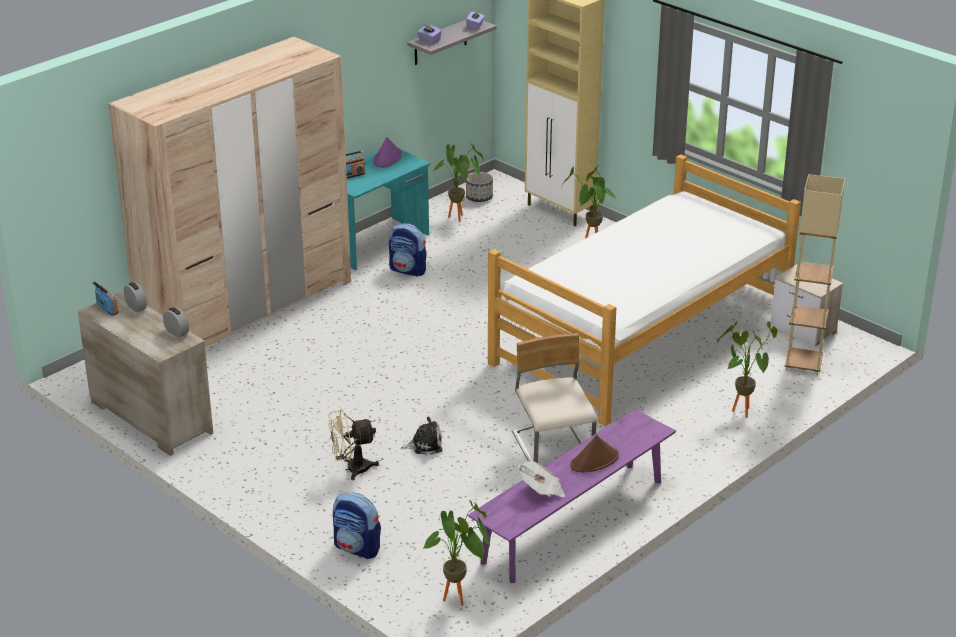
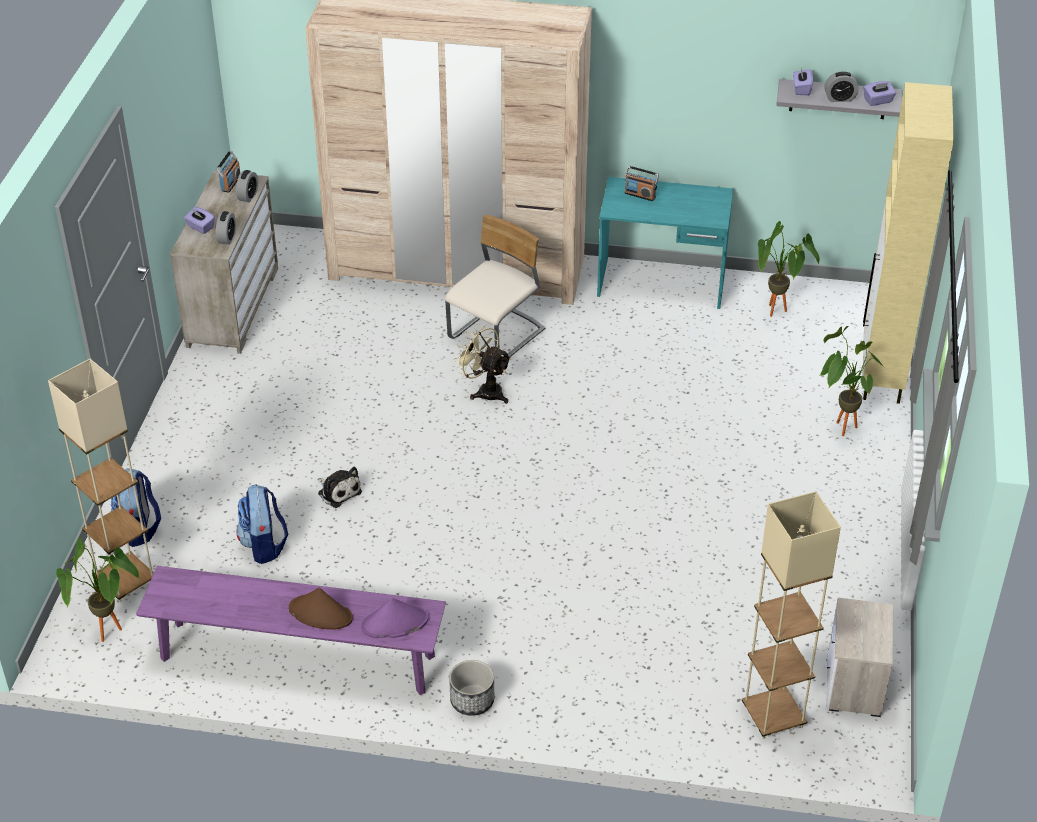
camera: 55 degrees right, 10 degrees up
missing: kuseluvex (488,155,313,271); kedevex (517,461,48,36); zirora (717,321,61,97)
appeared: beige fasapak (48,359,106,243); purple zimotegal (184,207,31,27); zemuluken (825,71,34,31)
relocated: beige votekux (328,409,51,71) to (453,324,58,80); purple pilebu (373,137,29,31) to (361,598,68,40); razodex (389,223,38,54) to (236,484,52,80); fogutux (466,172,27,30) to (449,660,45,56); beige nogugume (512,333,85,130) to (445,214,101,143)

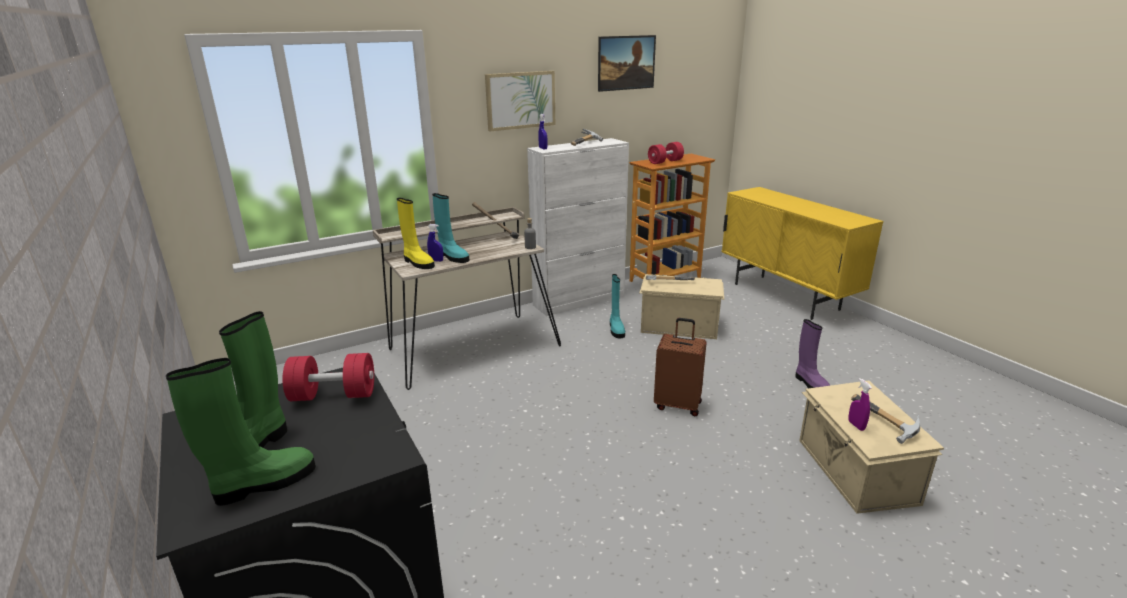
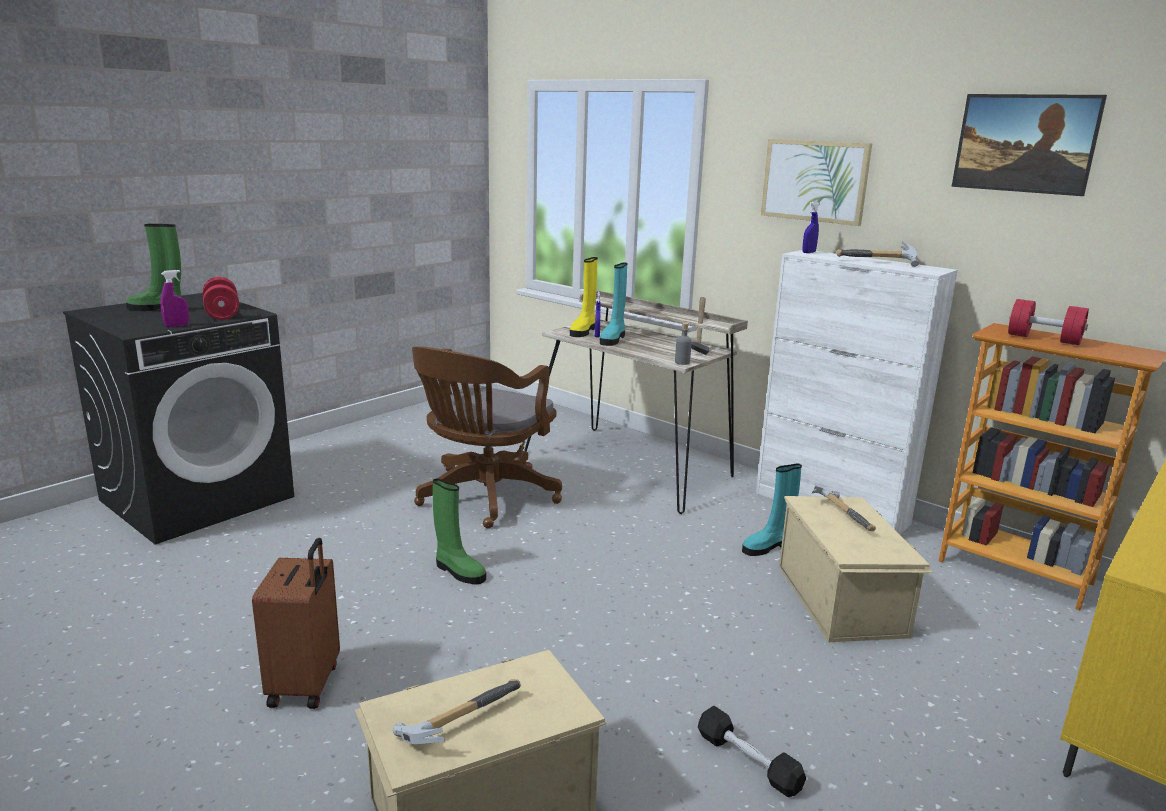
camera: 70 degrees right, 5 degrees down
appeared: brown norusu (412,346,150,182)
relocated: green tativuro (166,358,150,148) to (433,479,53,105); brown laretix (654,318,53,98) to (252,538,88,171); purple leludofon (848,378,24,53) to (161,270,28,57)
exchanged: purple tativuro (795,319,35,69) to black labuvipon (698,706,108,91)

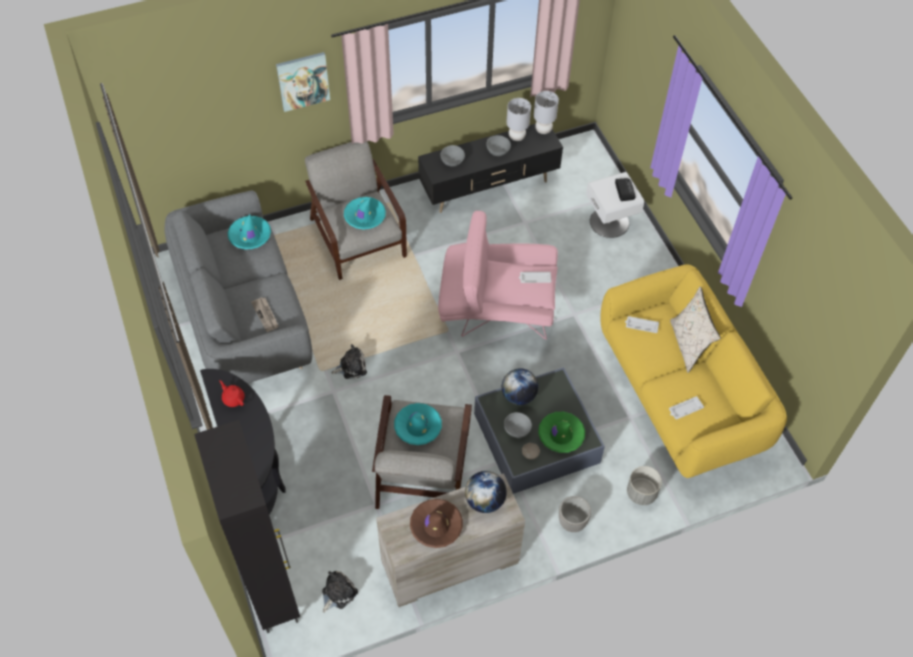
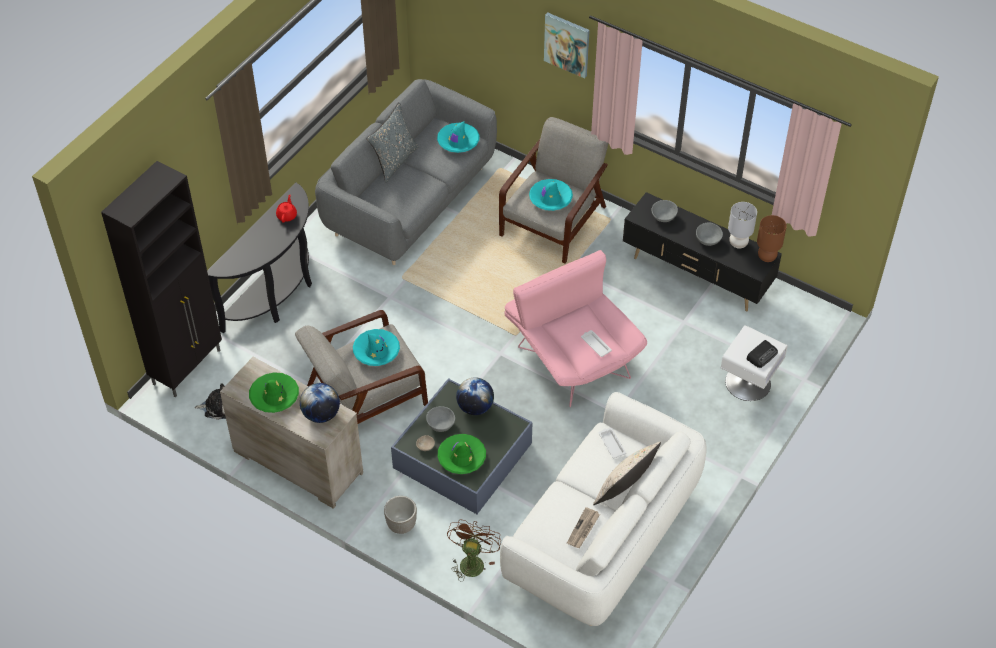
camera: 55 degrees right, 5 degrees down
missing: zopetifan (331,344,36,35); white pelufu (669,396,35,23)
appeared: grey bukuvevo (367,102,52,81)
relocated: kedevex (251,297,28,35) to (567,507,33,41)
exchanged: grey fogutux (627,466,35,39) to brown votekux (447,519,54,63)
colour: brown pilebu (410,499,53,49) to green pilebu (249,372,50,41); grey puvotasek (534,91,25,43) to brown puvotasek (757,215,30,47); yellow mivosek (600,264,187,214) to white mivosek (500,392,207,234)

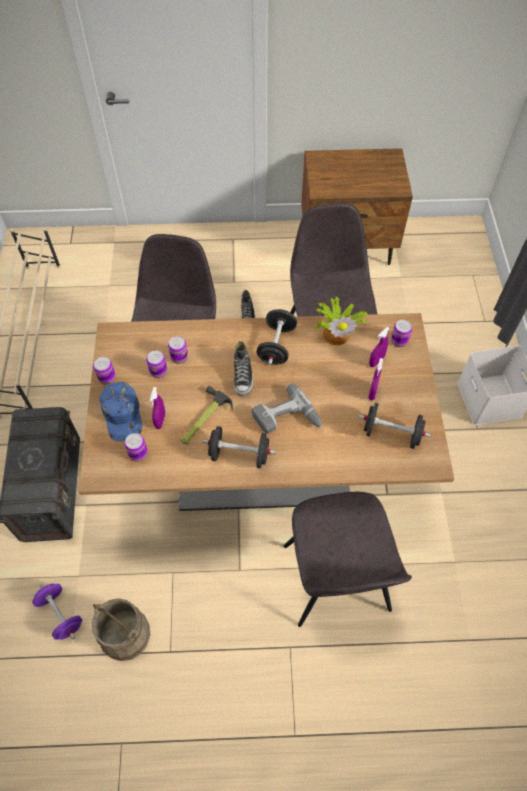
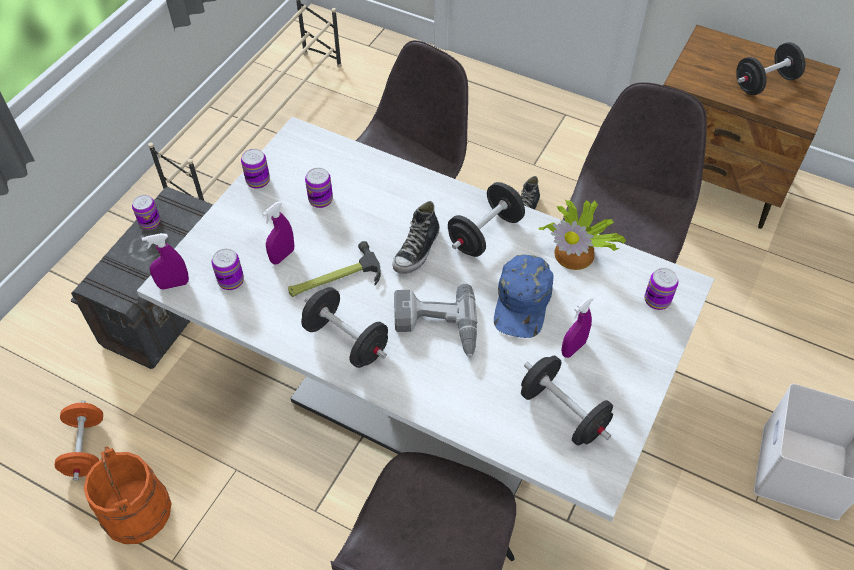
camera: 30 degrees right, 5 degrees down
appeared: black labuvipon (736,42,69,53)
relocated: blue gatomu (99,382,43,59) to (494,254,60,84); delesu (168,336,20,28) to (132,195,28,35); purple leludofon (369,327,21,40) to (142,233,47,56)
colour: purple labuvipon (32,584,50,56) to orange labuvipon (55,401,48,80); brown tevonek (78,313,376,198) to white tevonek (137,117,577,405); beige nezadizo (92,598,58,63) to orange nezadizo (84,446,87,98)

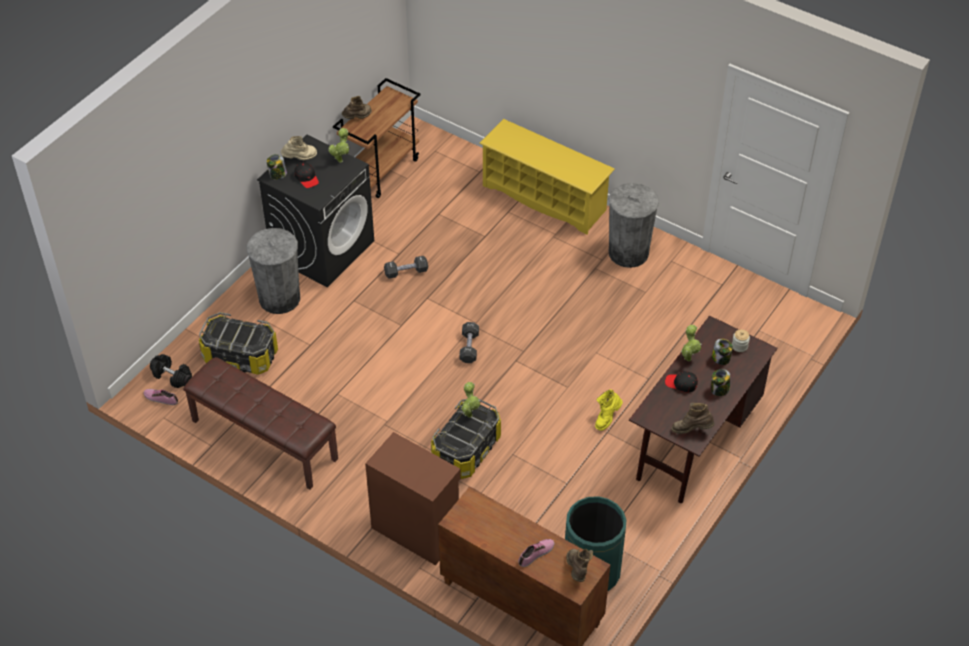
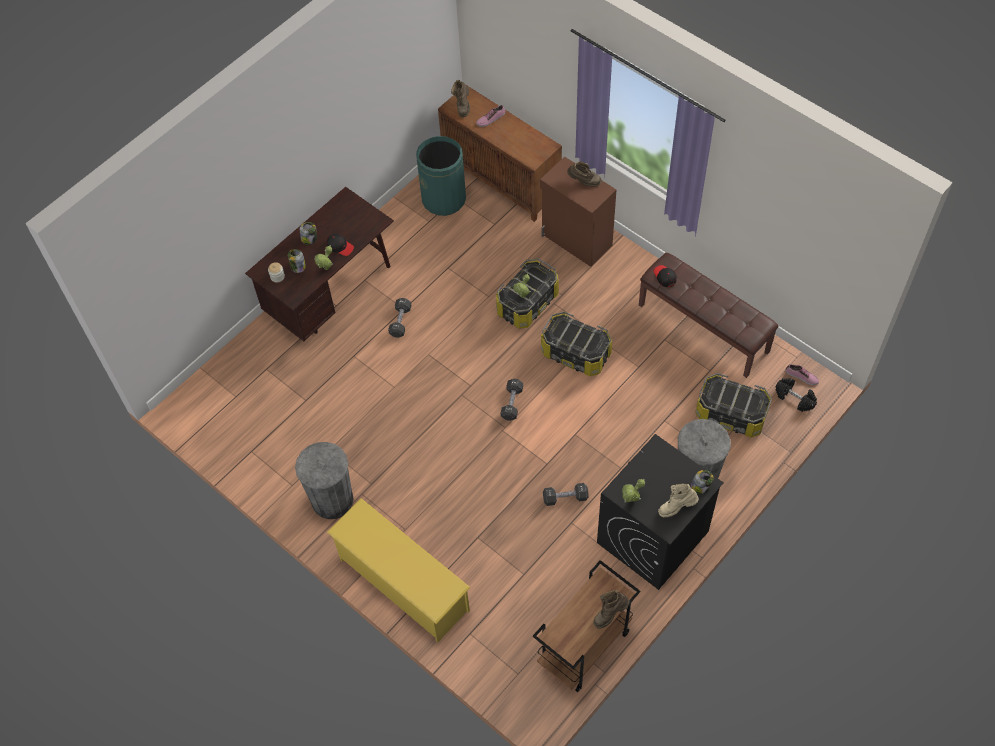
camera: 170 degrees left, 10 degrees up
appeared: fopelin (541,312,71,64)
relocated: black gatomu (294,162,25,26) to (653,265,24,22); brown tativuro (671,403,44,31) to (567,161,35,26)
exchanged: yellow tativuro (595,389,28,42) to black labuvipon (388,298,23,40)

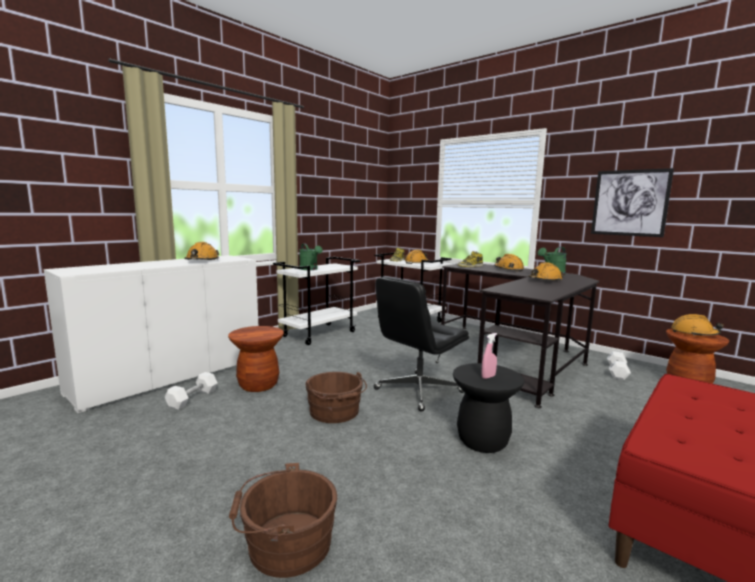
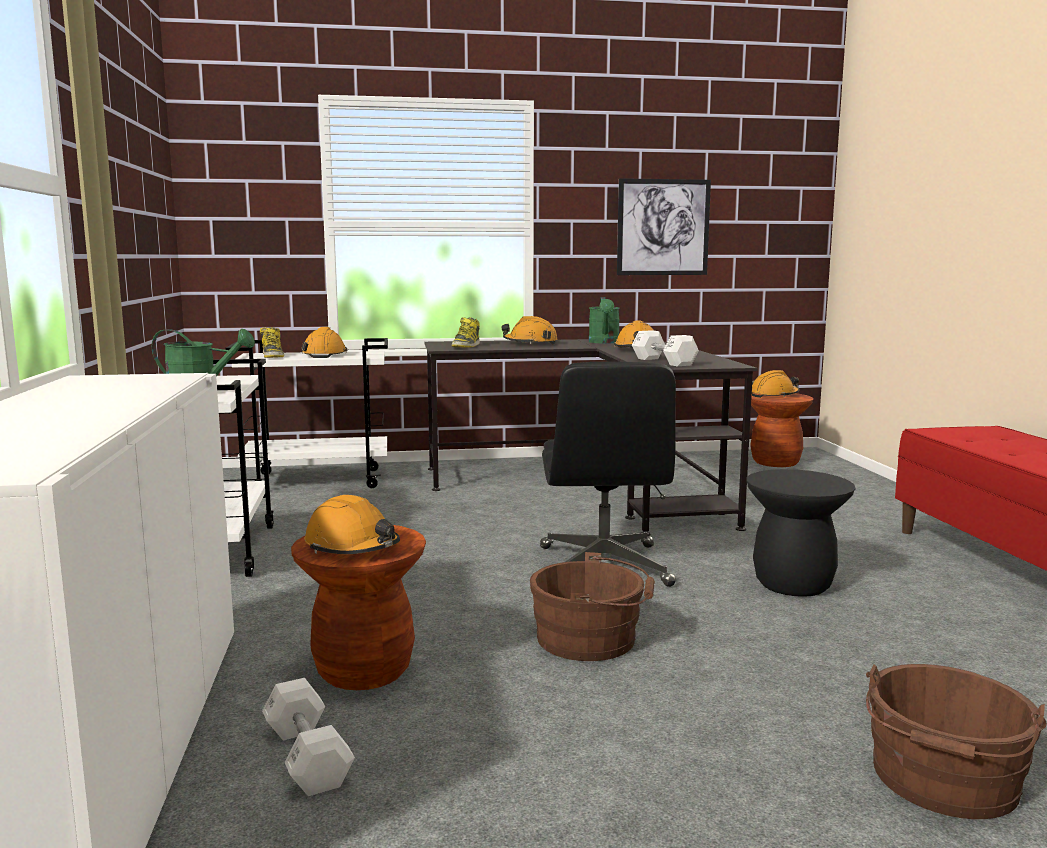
camera: 50 degrees left, 0 degrees up
missing: pink leludofon (481,333,16,46)
relocated: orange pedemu (185,242,34,18) to (304,495,96,59); white labuvipon (607,351,24,29) to (632,330,67,36)

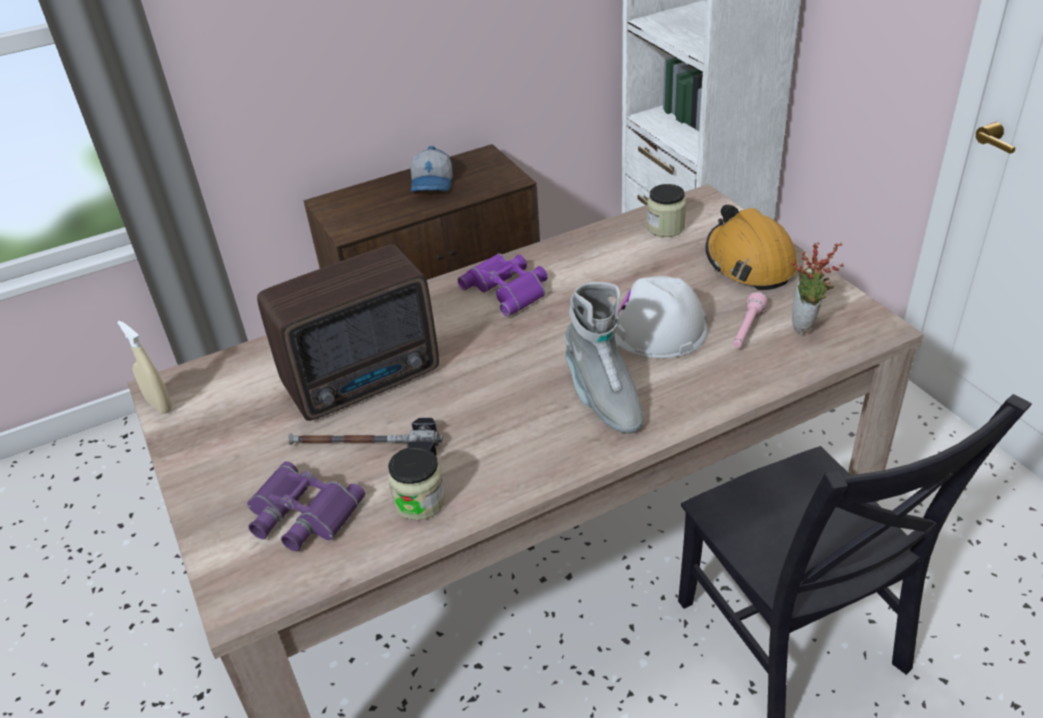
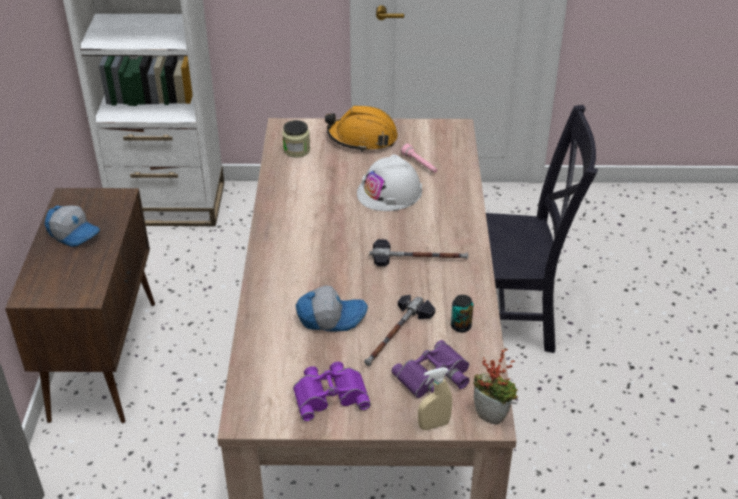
camera: 65 degrees left, 0 degrees up
missing: grey tativuro (565,282,78,152)
appeared: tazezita (369,239,99,27)
relocated: beige leludofon (117,320,55,94) to (418,367,34,63); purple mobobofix (457,253,91,64) to (293,362,78,59); zirora (791,242,53,93) to (473,348,45,77)
exchanged: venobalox (257,244,182,177) to gatomu (296,286,72,46); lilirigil (388,447,58,73) to delesu (451,295,22,38)

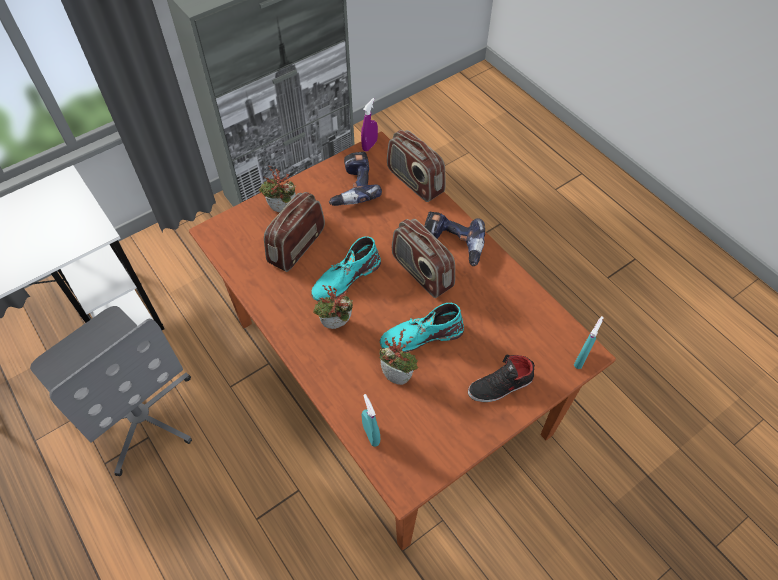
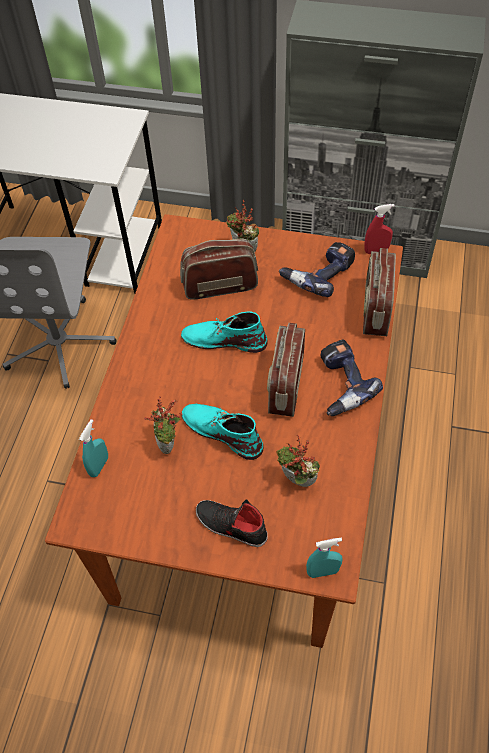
camera: 50 degrees right, 0 degrees up
relocated: zirora (313,285,40,44) to (276,435,44,52)
colour: purple leludofon (361,98,17,53) to red leludofon (364,204,31,50)

